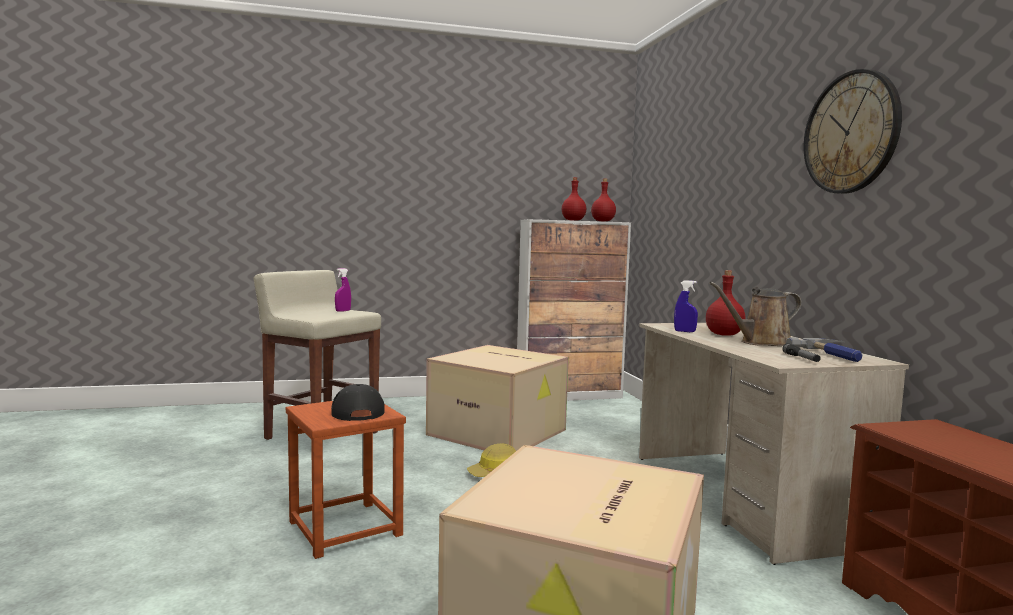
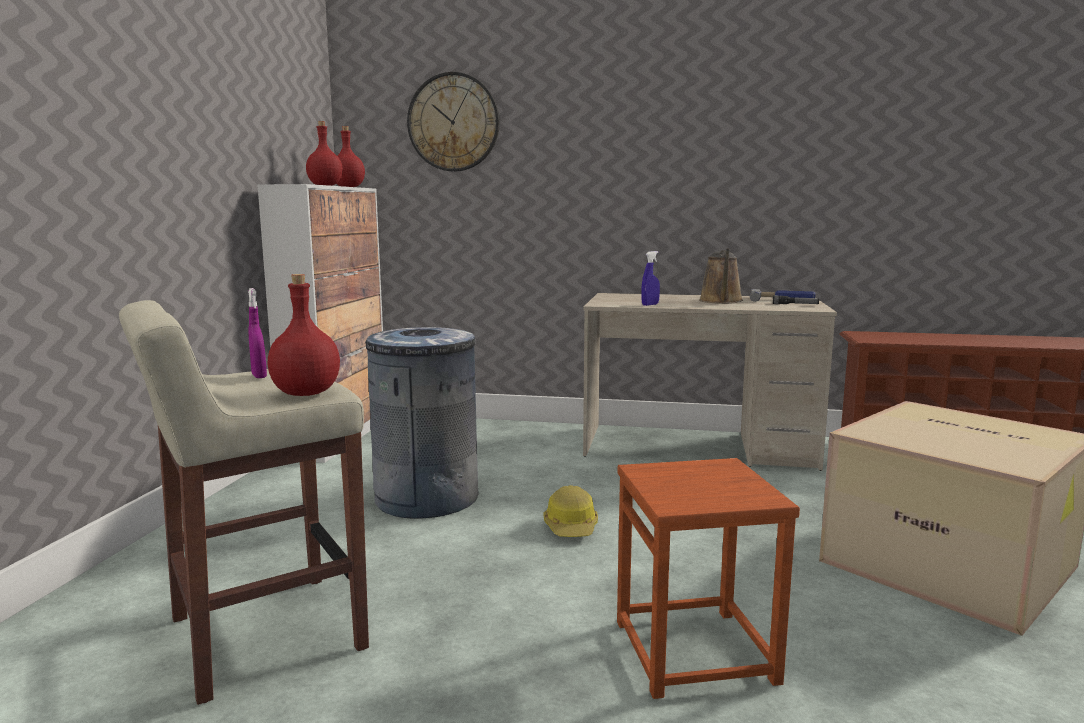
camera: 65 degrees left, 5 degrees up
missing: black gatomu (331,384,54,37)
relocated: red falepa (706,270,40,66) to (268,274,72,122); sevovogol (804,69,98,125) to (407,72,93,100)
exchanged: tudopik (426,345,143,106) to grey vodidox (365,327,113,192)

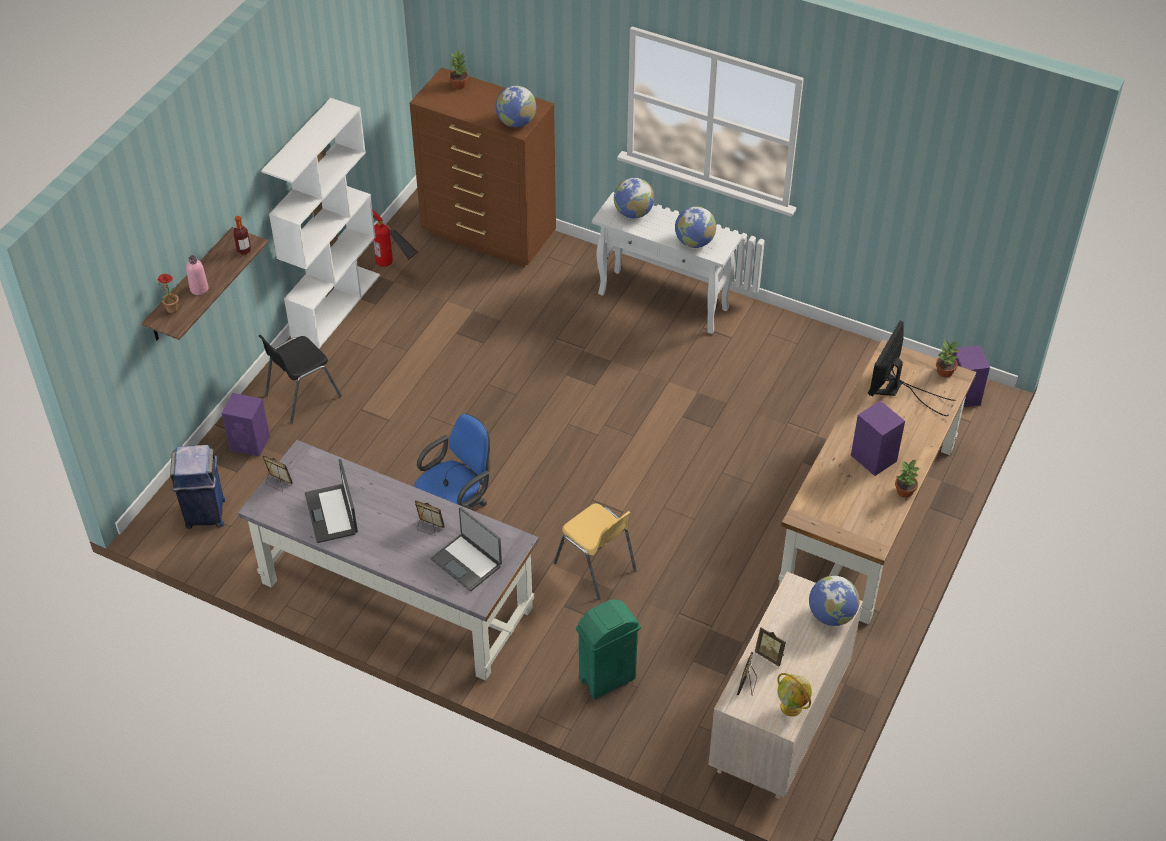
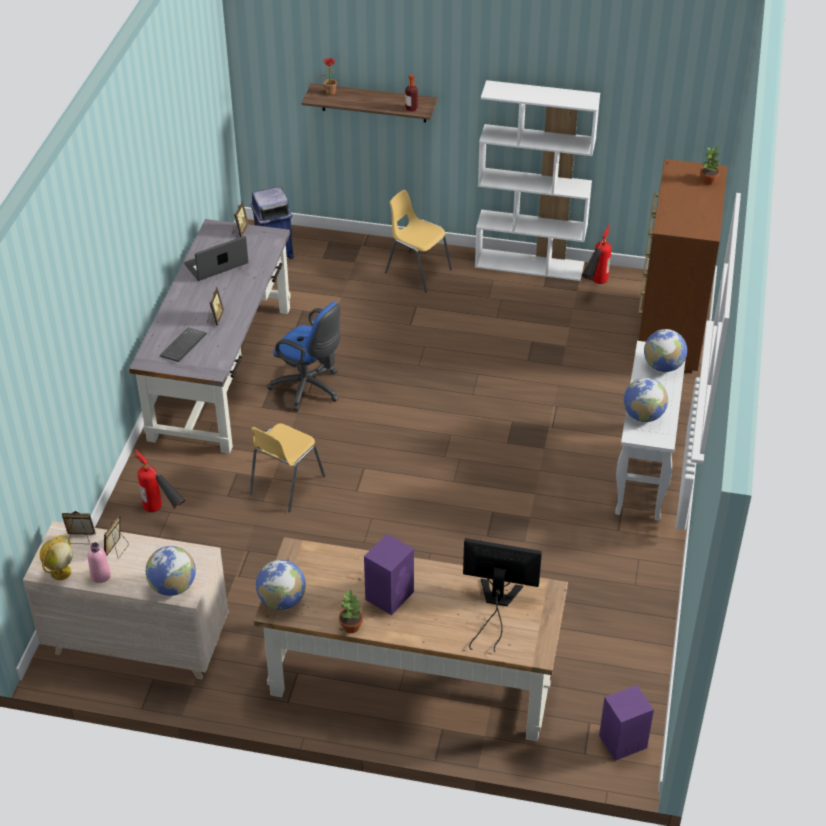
camera: 75 degrees right, 5 degrees down
missing: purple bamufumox (222,393,48,64); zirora (936,340,23,38)
relocated: pink falepa (186,255,22,40) to (87,542,24,41); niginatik (495,86,41,41) to (256,560,50,50)
exchanged: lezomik (431,507,71,84) to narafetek (160,328,47,34); green vodidox (576,600,65,100) to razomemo (134,449,52,63)
colour: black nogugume (259,335,83,88) to yellow nogugume (385,190,67,102)

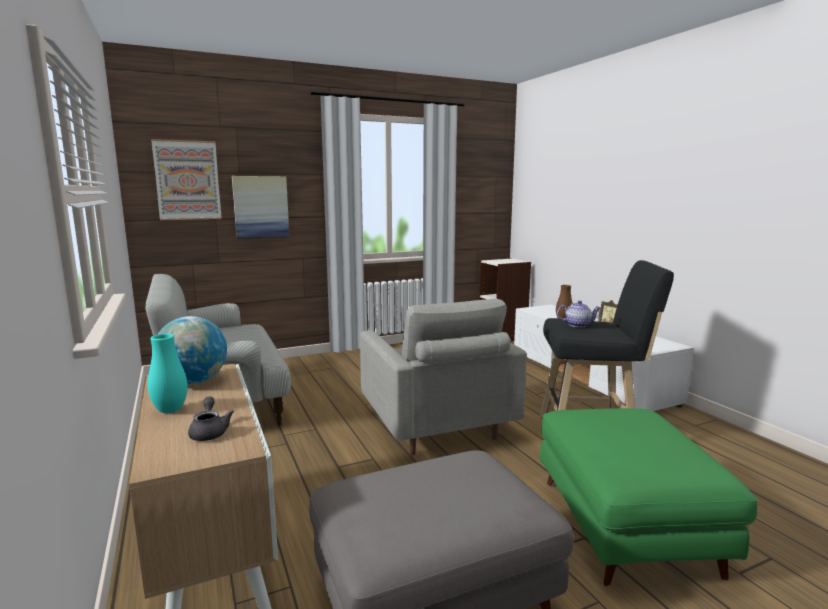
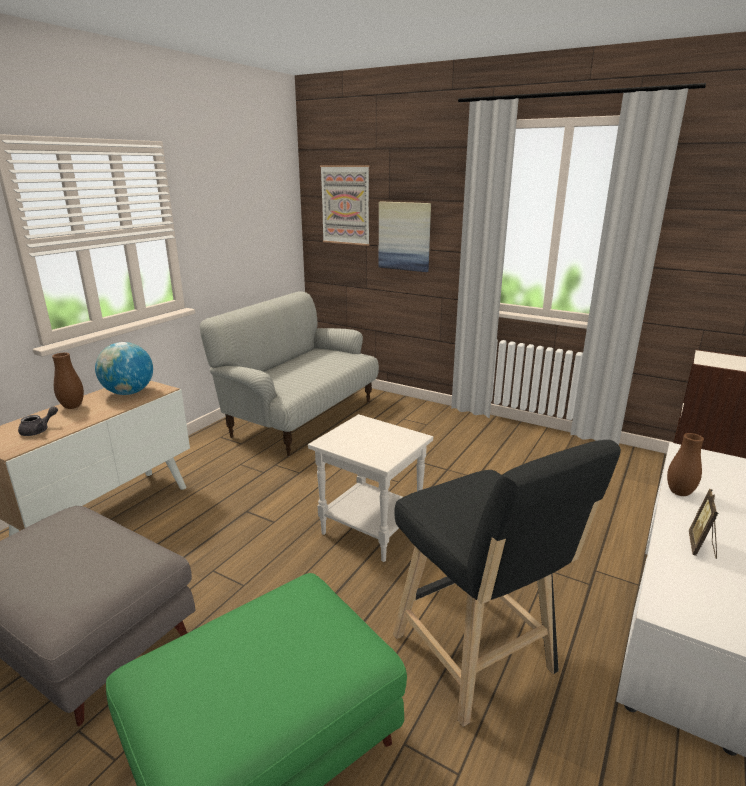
camera: 55 degrees right, 10 degrees up
missing: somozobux (557,301,44,26)
exchanged: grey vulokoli (360,299,167,156) to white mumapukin (308,414,125,148)
colour: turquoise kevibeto (148,334,40,79) to brown kevibeto (52,353,32,56)

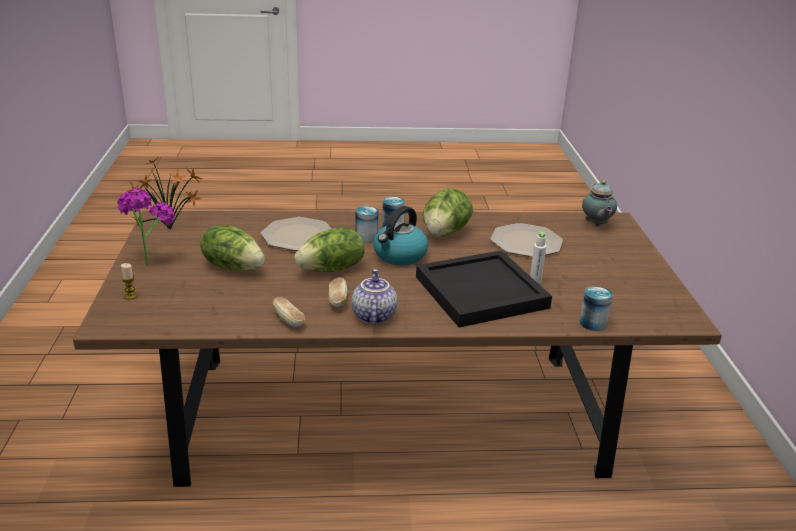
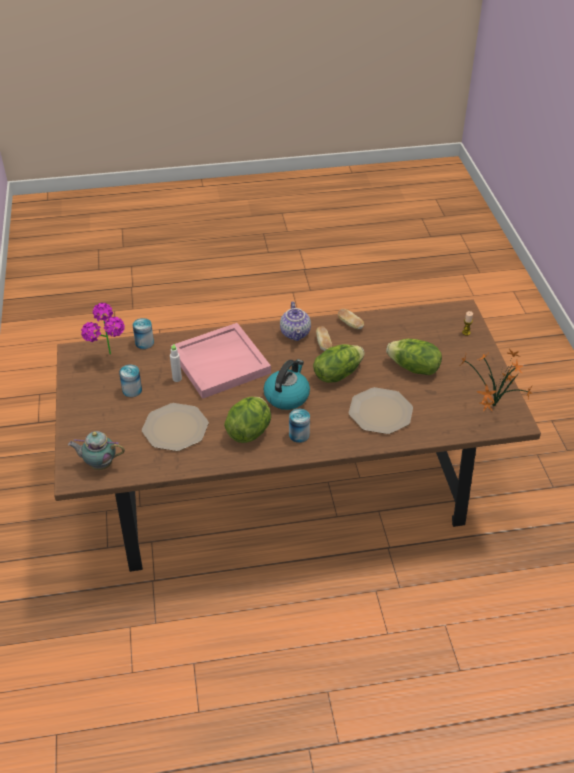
camera: 175 degrees right, 15 degrees up
relocated: zirora (117,188,58,78) to (81,303,44,51); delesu (355,206,23,37) to (119,365,23,32)
colour: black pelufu (416,250,136,77) to pink pelufu (171,323,100,76)
spun: somozobux (582,180,35,46) = (68,431,57,39) 75 degrees counterclockwise

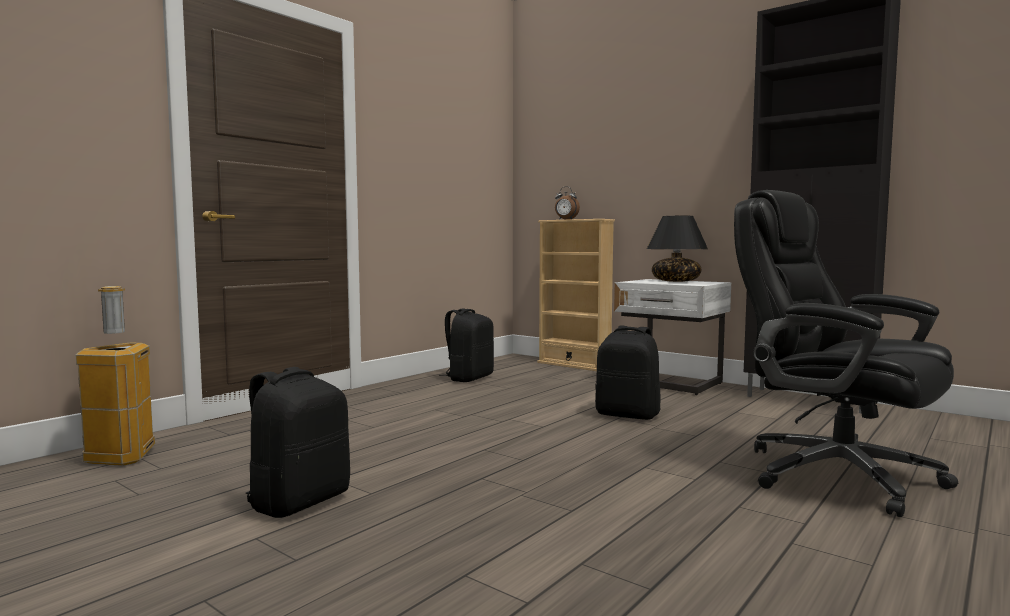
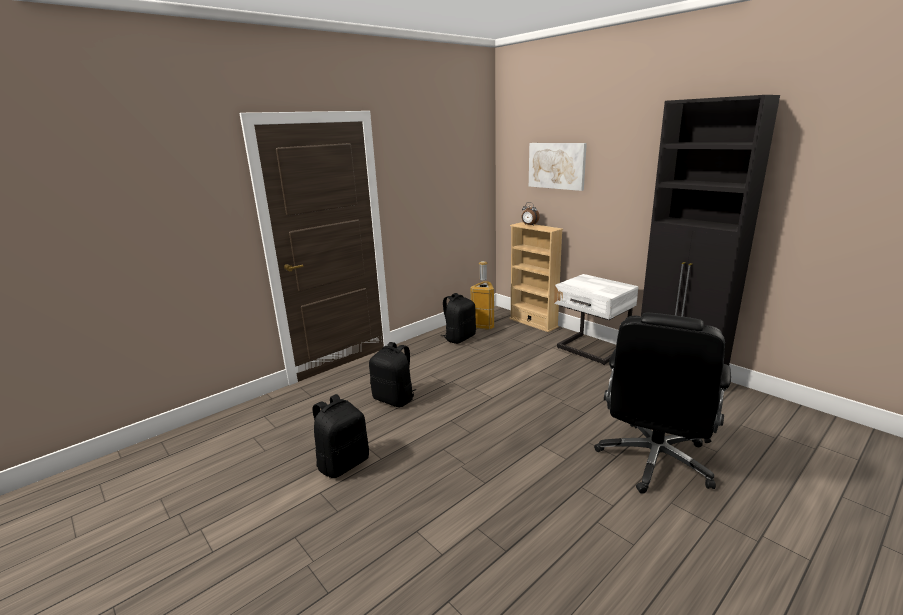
camera: 10 degrees right, 15 degrees up
missing: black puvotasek (647,216,61,66)
appeared: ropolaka (529,143,58,48)
relocated: vodidox (76,286,79,180) to (470,261,24,69); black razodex (595,326,65,94) to (369,342,47,65)
spun: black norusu (734,190,224,327) = (594,313,137,181) 120 degrees counterclockwise

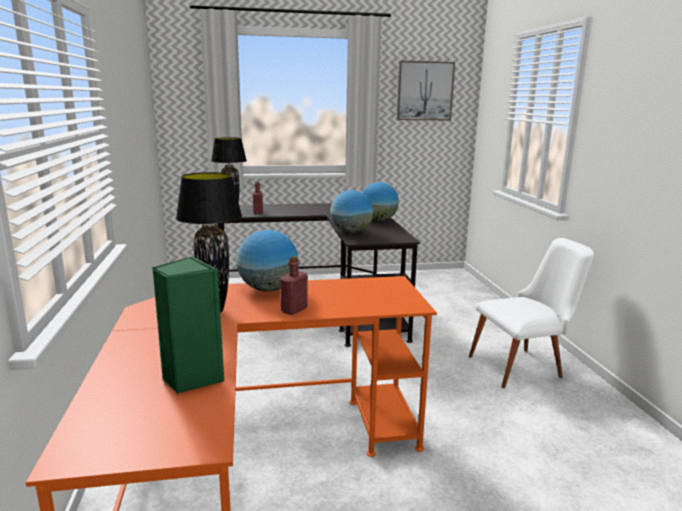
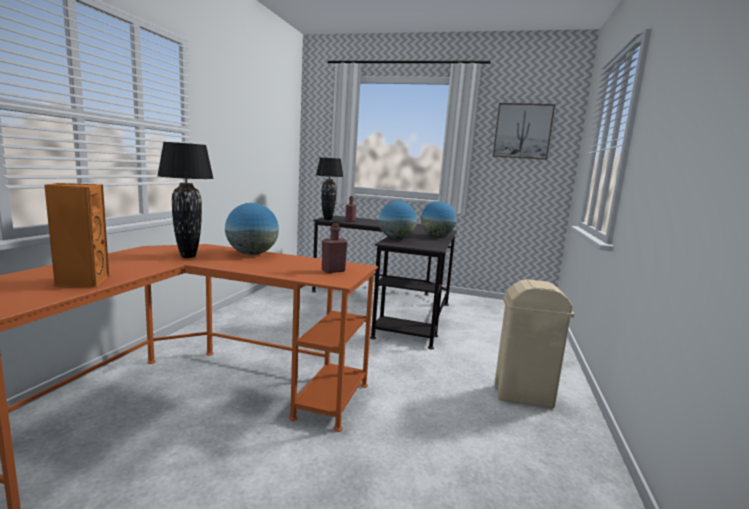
camera: 25 degrees right, 5 degrees down
relocated: red falepa (280,256,28,59) to (322,223,26,50)
exchanged: white nogugume (469,238,125,150) to beige vodidox (495,279,80,129)
colour: green bamufumox (152,256,72,138) to orange bamufumox (44,183,65,104)

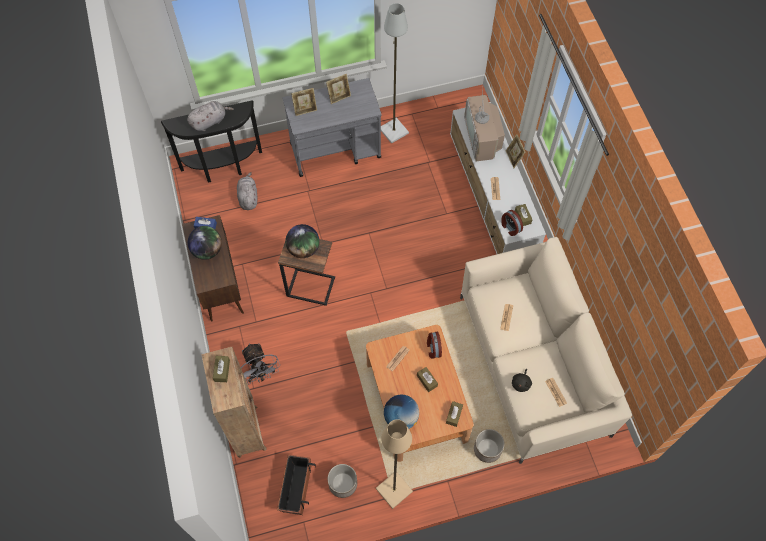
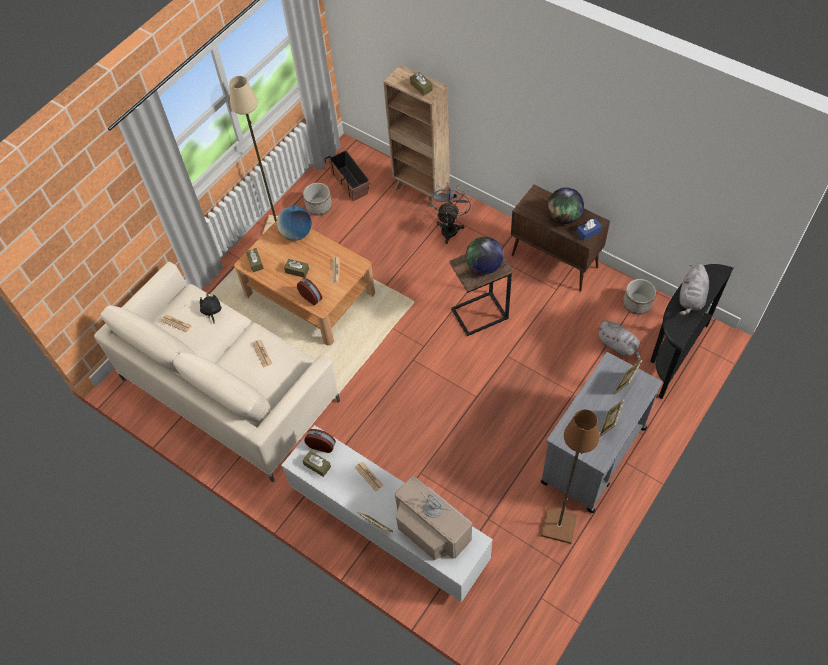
camera: 145 degrees right, 5 degrees down
relocated: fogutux (474,429,31,34) to (623,279,33,36)
colour: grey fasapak (381,3,28,140) to brown fasapak (541,409,58,135)
spun: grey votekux (241,343,39,40) = (431,182,41,62) 75 degrees clockwise

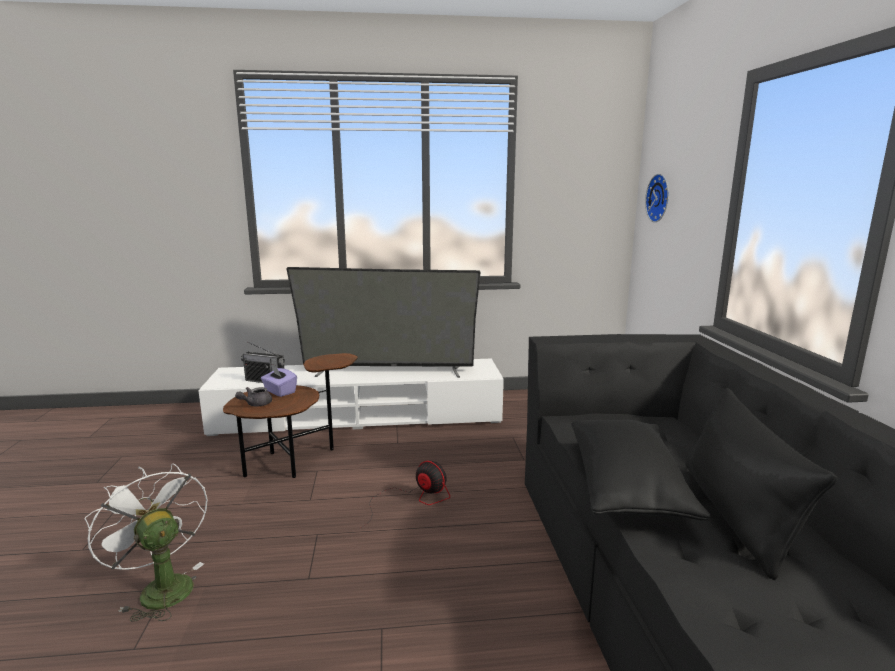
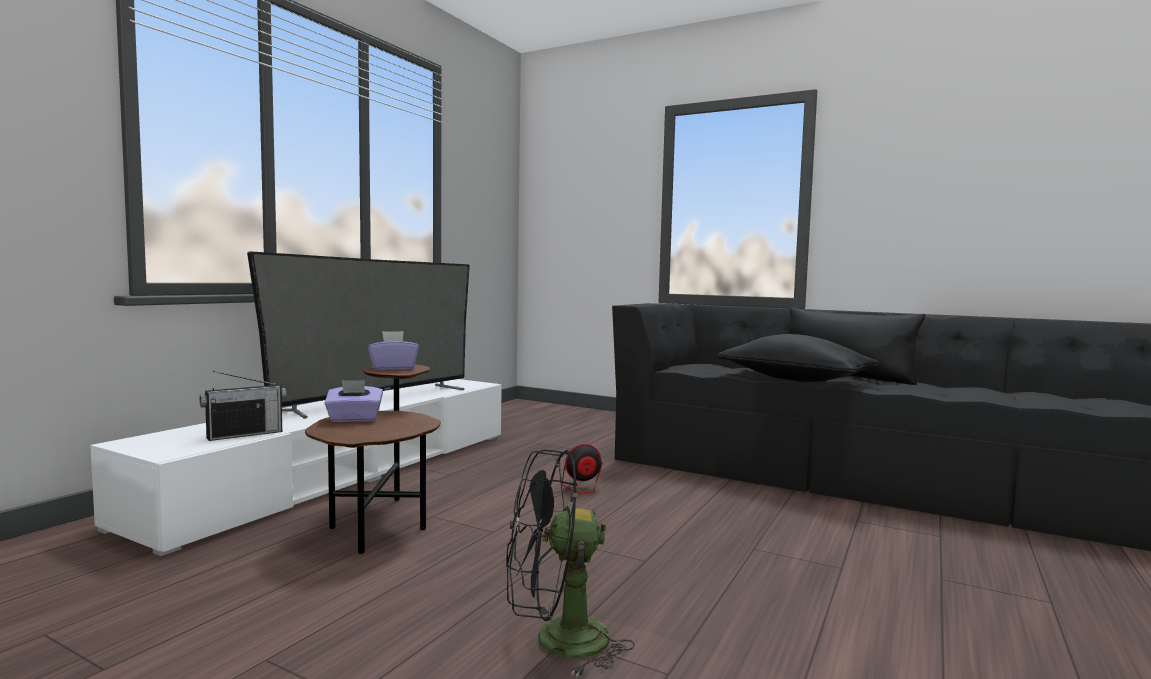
camera: 55 degrees left, 10 degrees down
missing: grey somozobux (235,387,37,20); sevovogol (645,174,24,48)
appeared: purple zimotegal (368,331,51,39)
colour: white votekux (84,463,124,159) to black votekux (506,449,129,229)

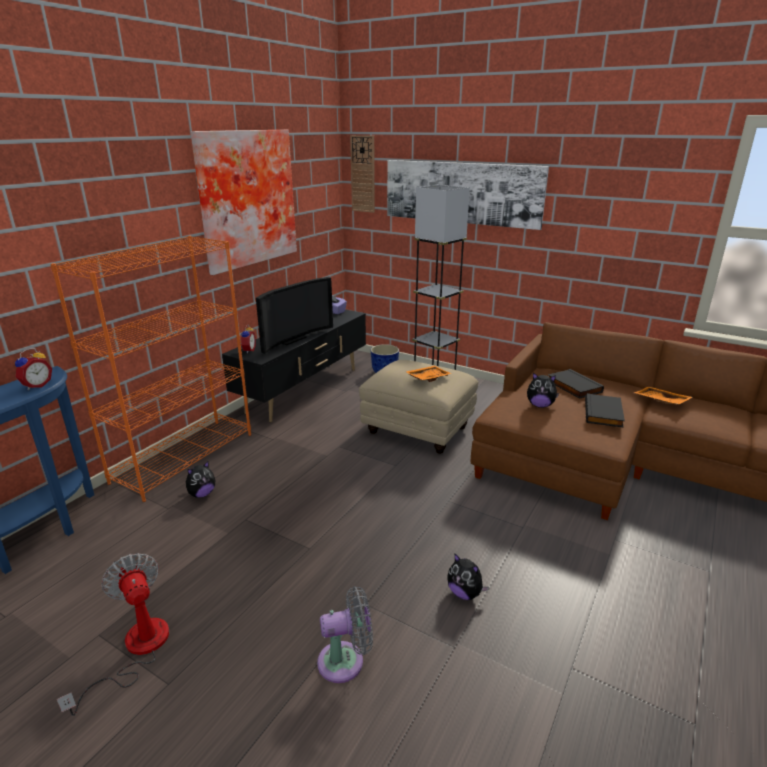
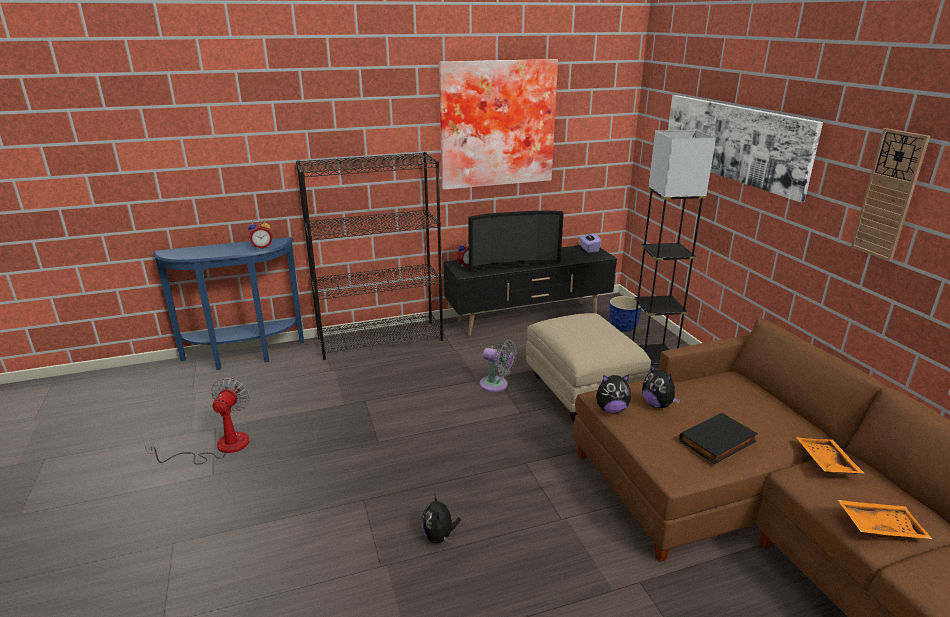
camera: 40 degrees right, 0 degrees up
missing: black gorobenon (548,369,56,30)
relocated: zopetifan (185,461,30,37) to (596,374,35,39); grey votekux (317,586,56,97) to (480,340,37,52); sevovogol (350,135,25,78) to (851,128,79,133); orange pelufu (405,366,47,16) to (838,500,94,39)
colour: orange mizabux (50,236,201,266) to black mizabux (296,152,147,208)

